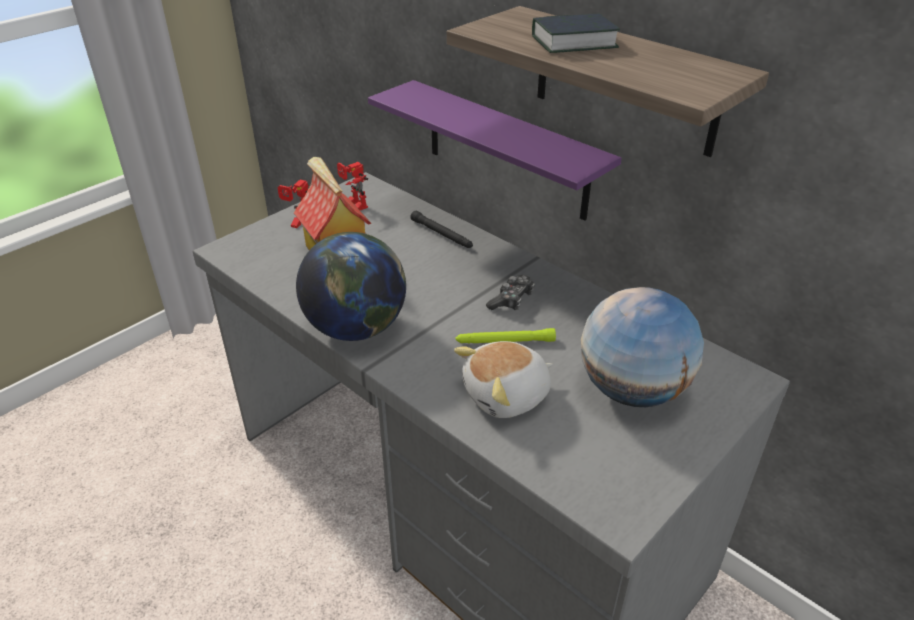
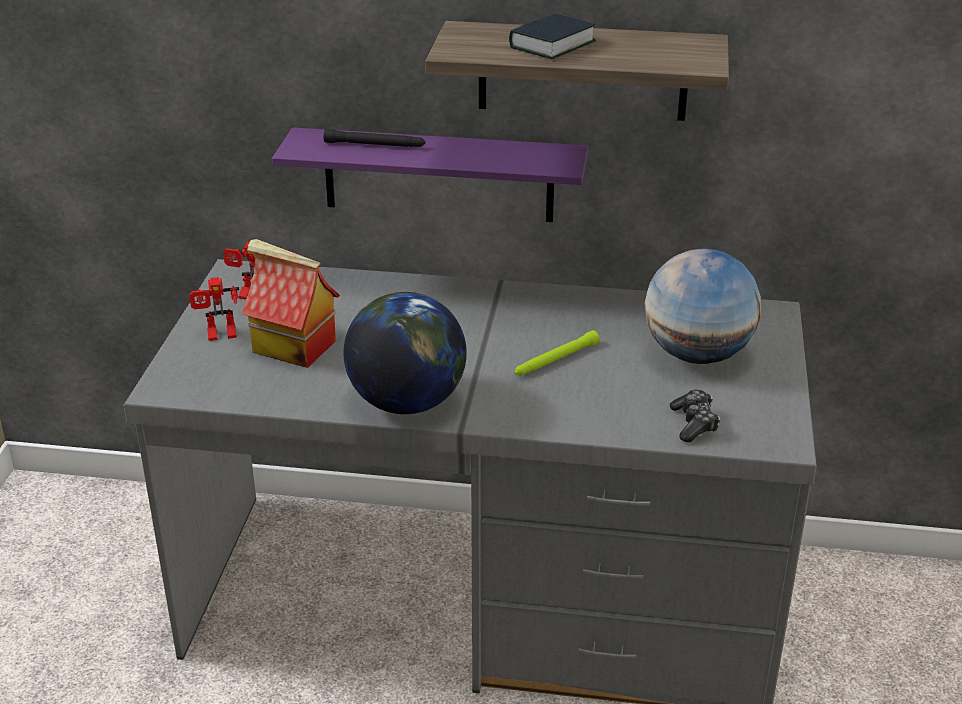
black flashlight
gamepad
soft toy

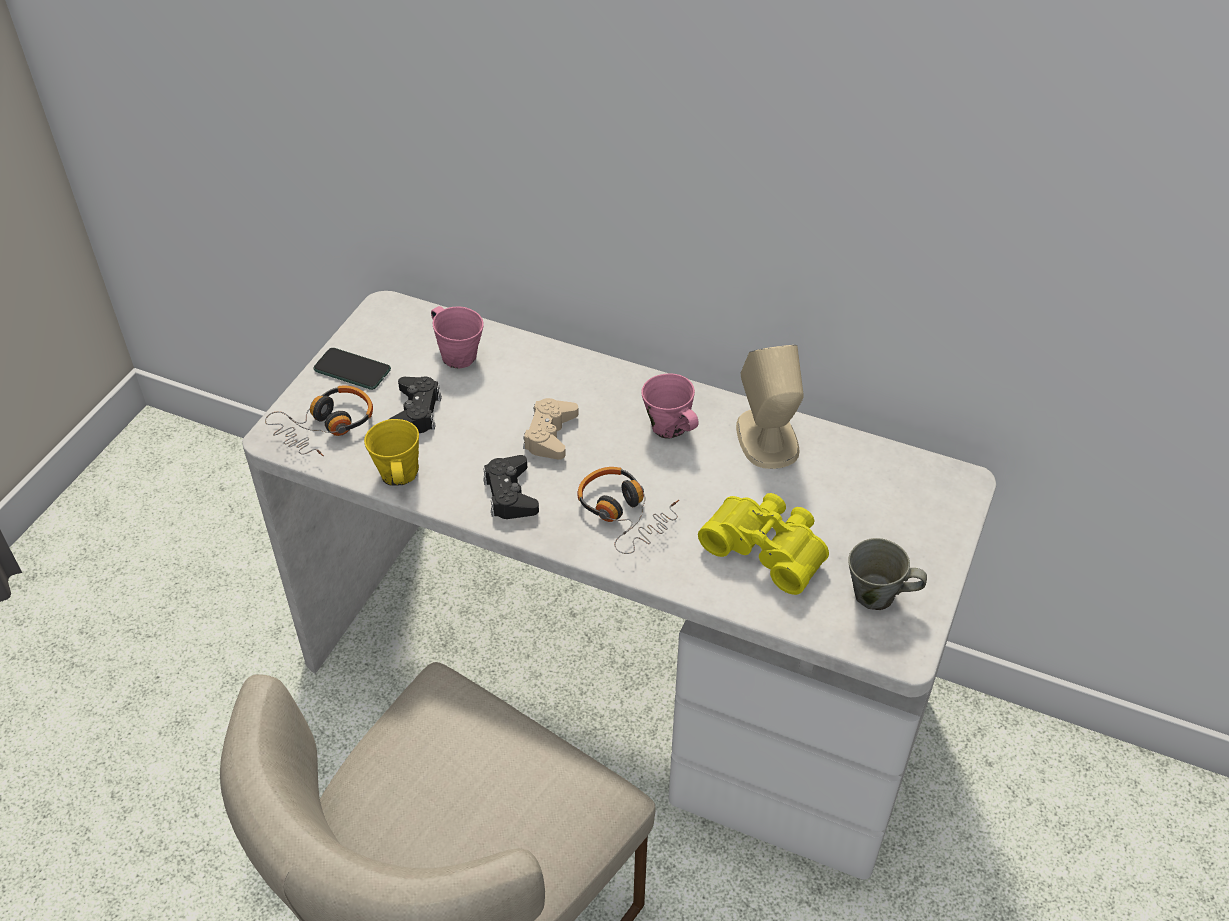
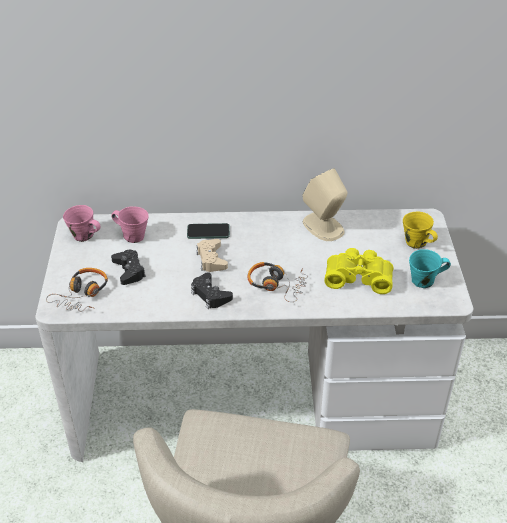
pinkish coffee mug (1st from left)
telephone
yellow-coloured coffee mug
turquoise-coloured coffee mug

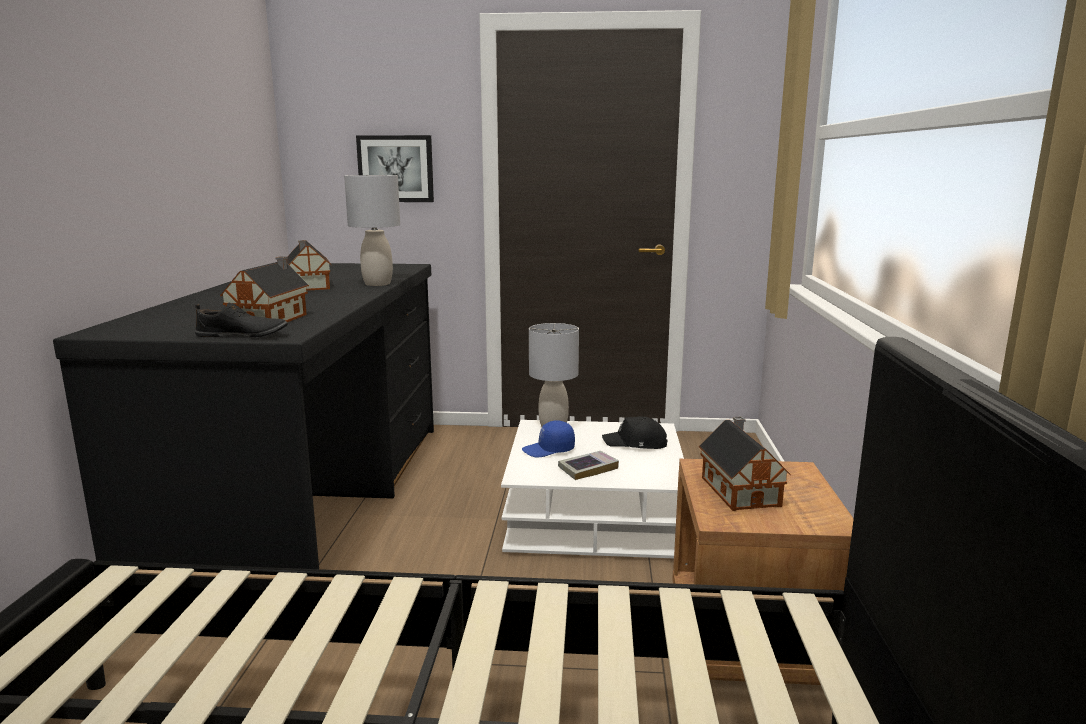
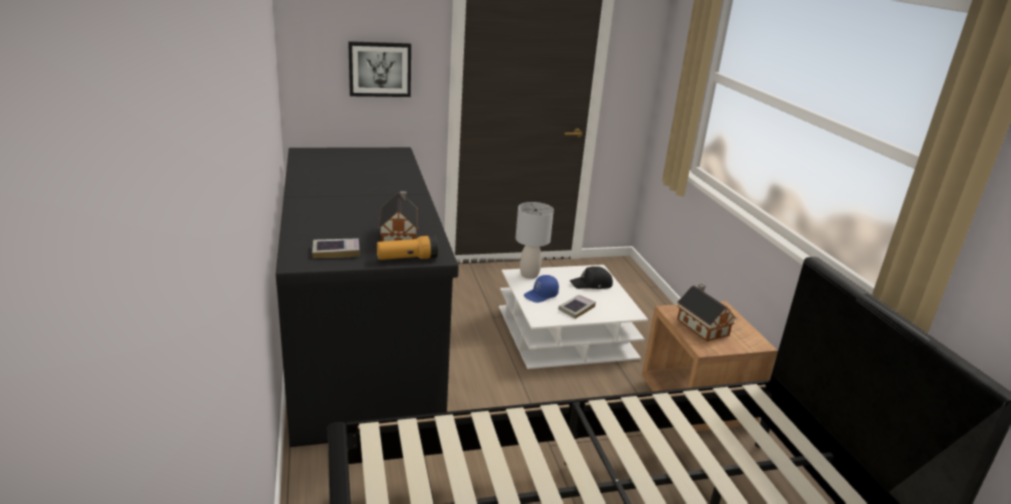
volume (1st from left)
flashlight
toy house (2nd from left in the first image)
greyish table lamp (1st from left in the first image)

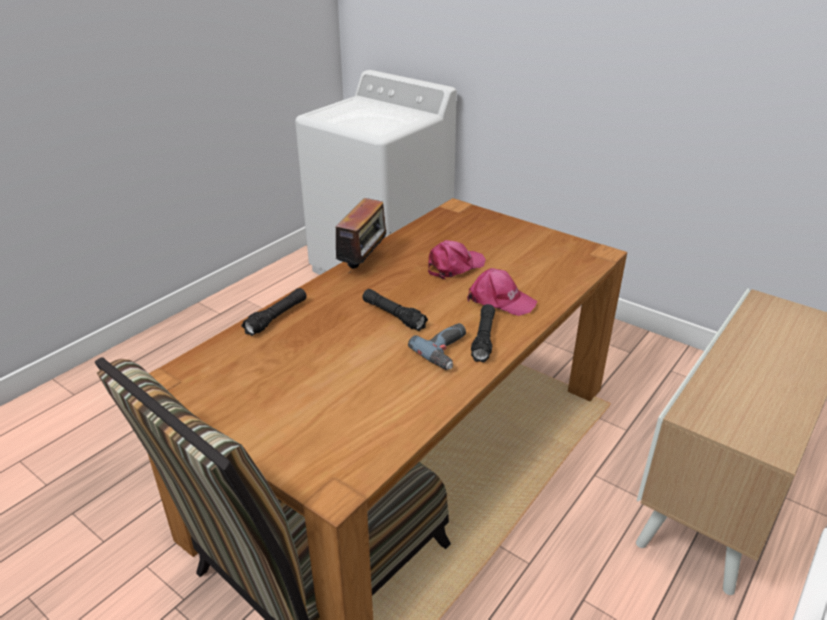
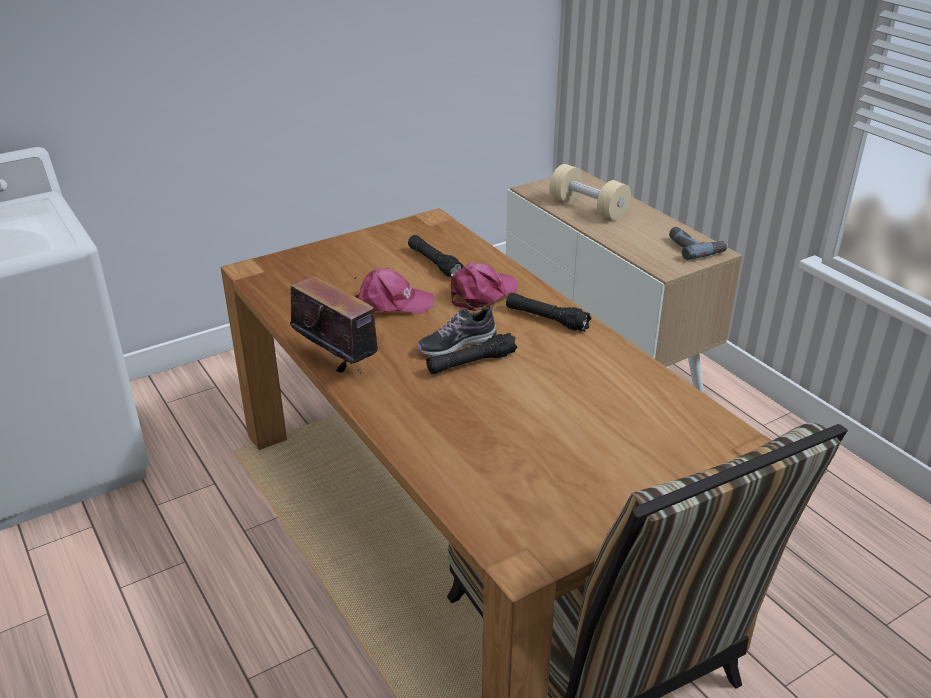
pinkish cap (1st from left)
black flashlight (1st from left)
low shoe
beige dumbbell
electric drill

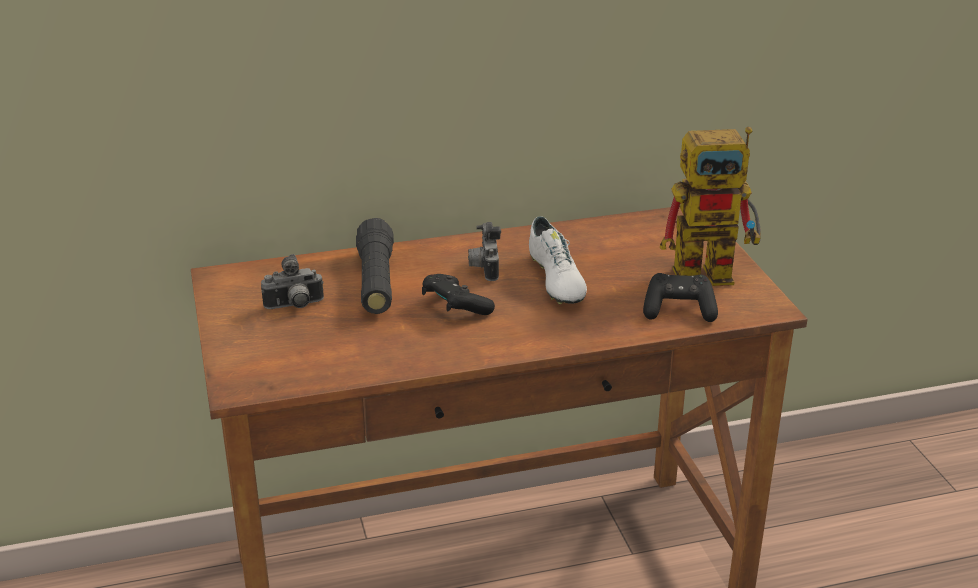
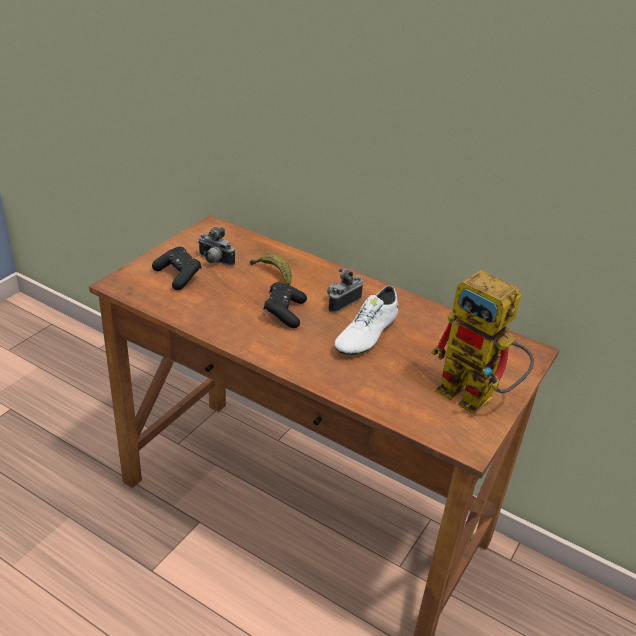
black gamepad (1st from left)
banana fruit

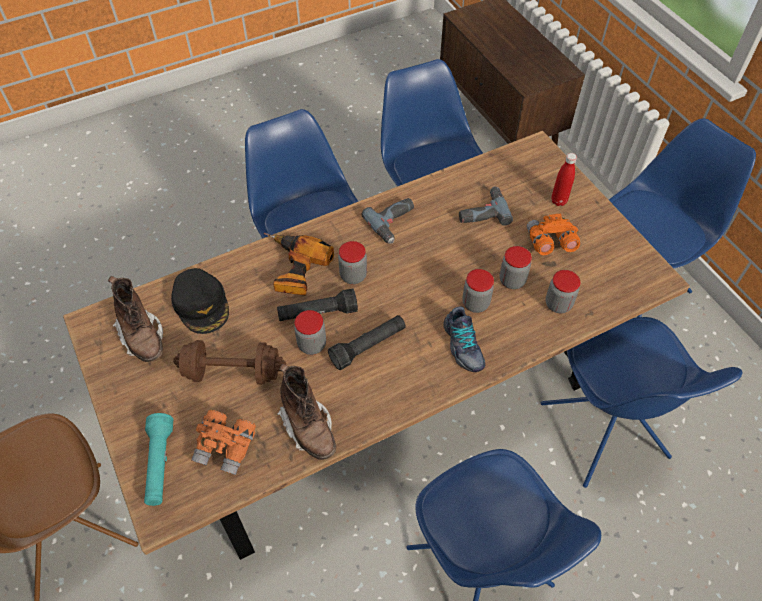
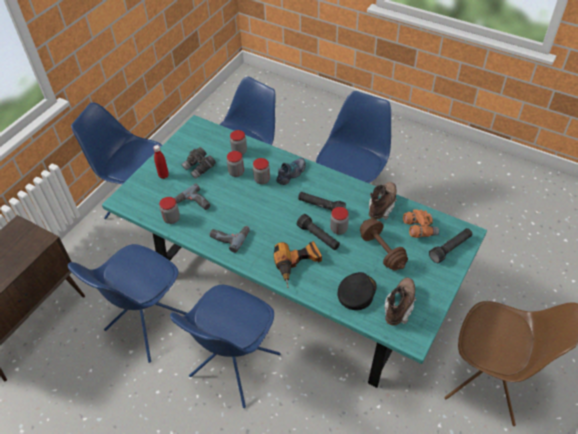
turquoise-coloured dining table
jar (1st from left)
greyish field glasses
black flashlight (3rd from left)

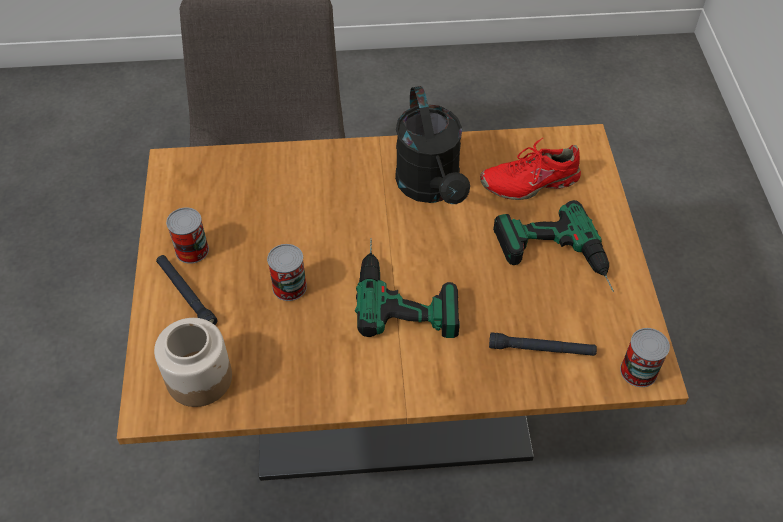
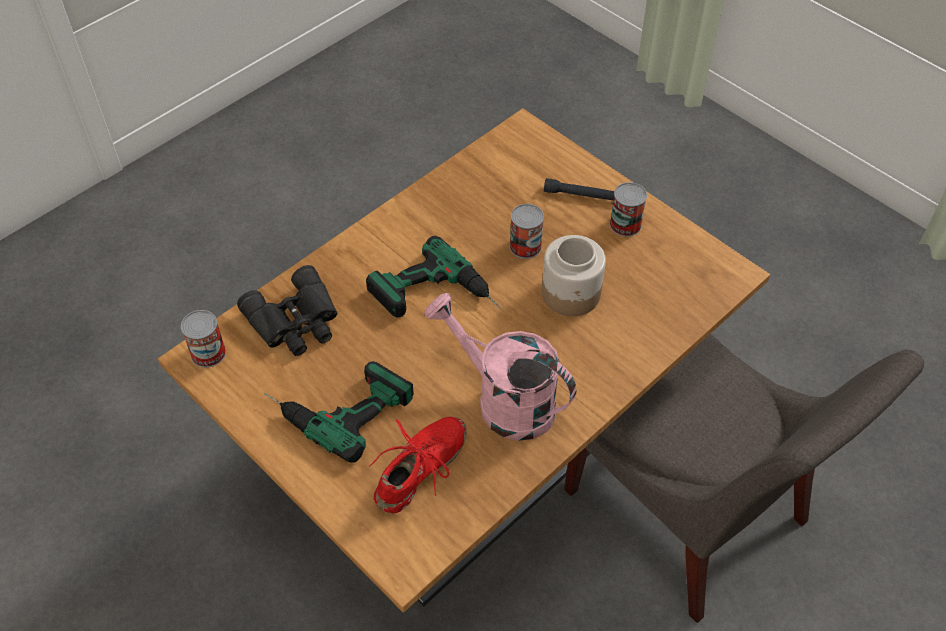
black field glasses
pinkish sprinkling can
jar

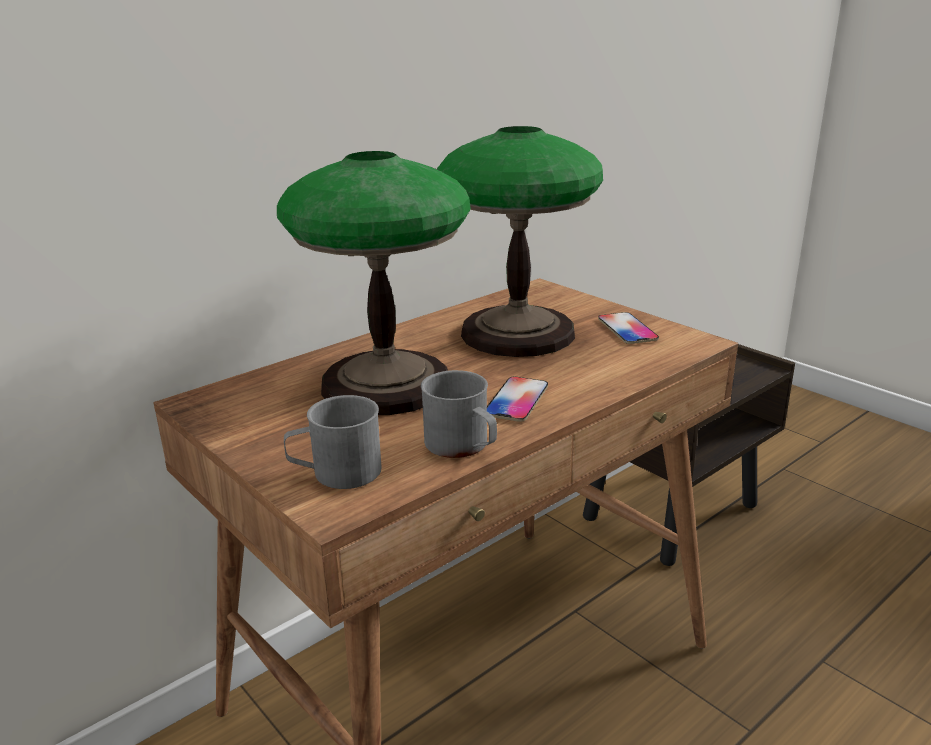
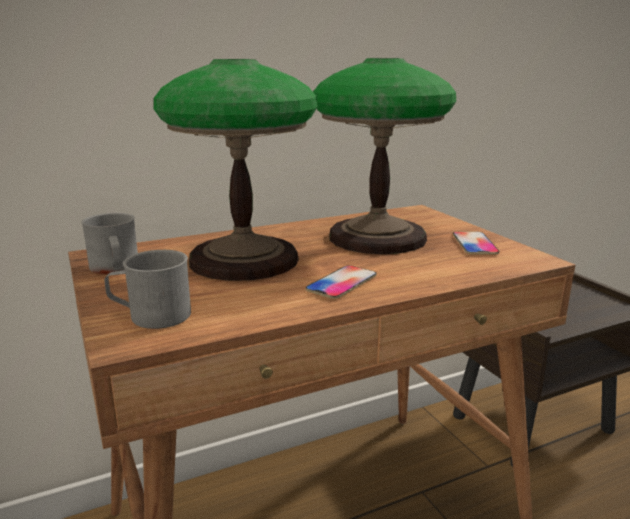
greyish coffee mug (1st from left)

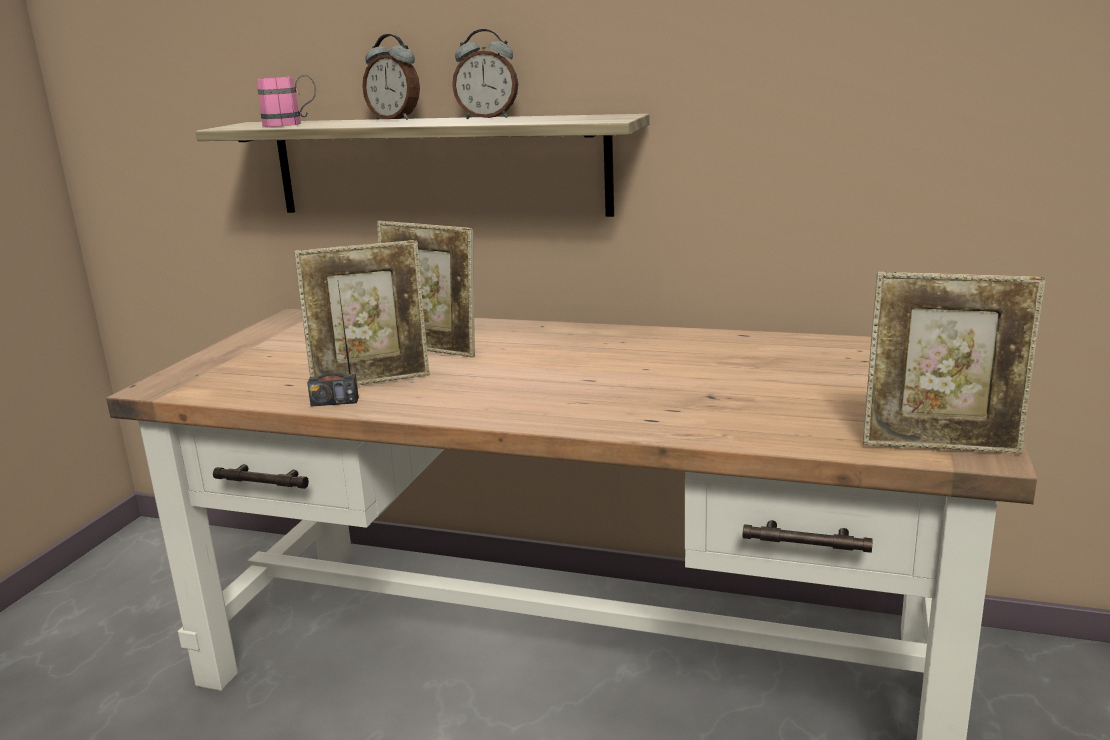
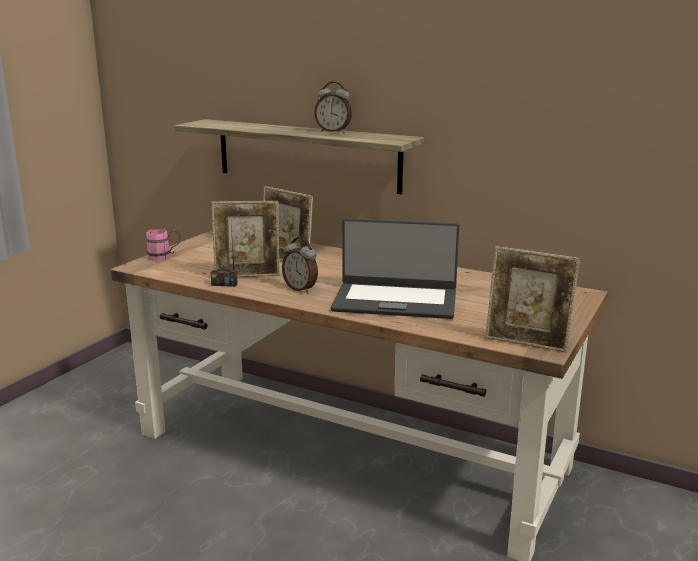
pinkish coffee mug
bedside clock (1st from left)
laptop

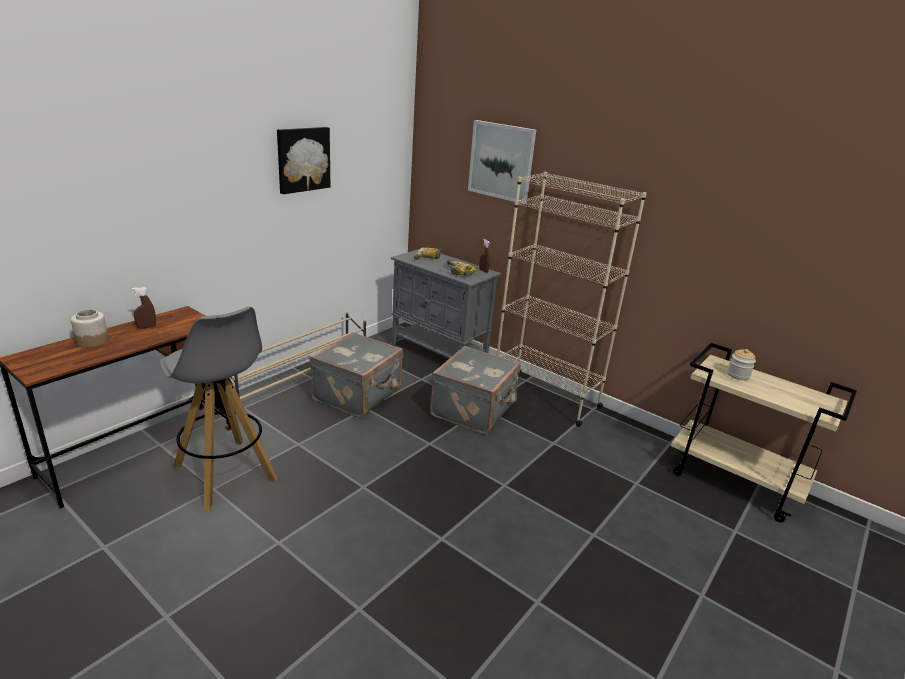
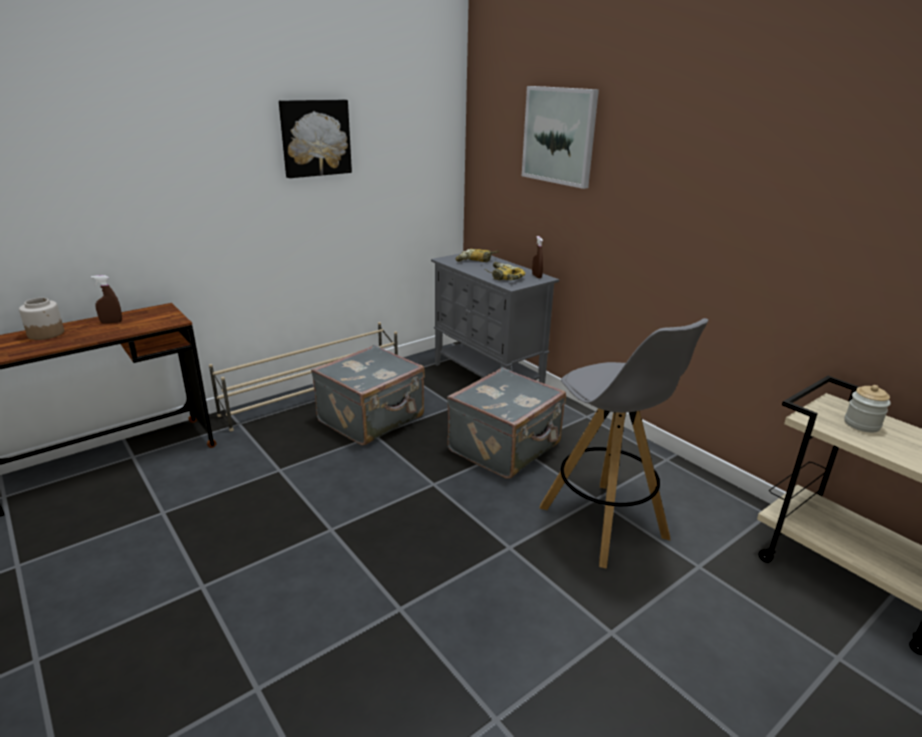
greyish stool
beige shelving unit

